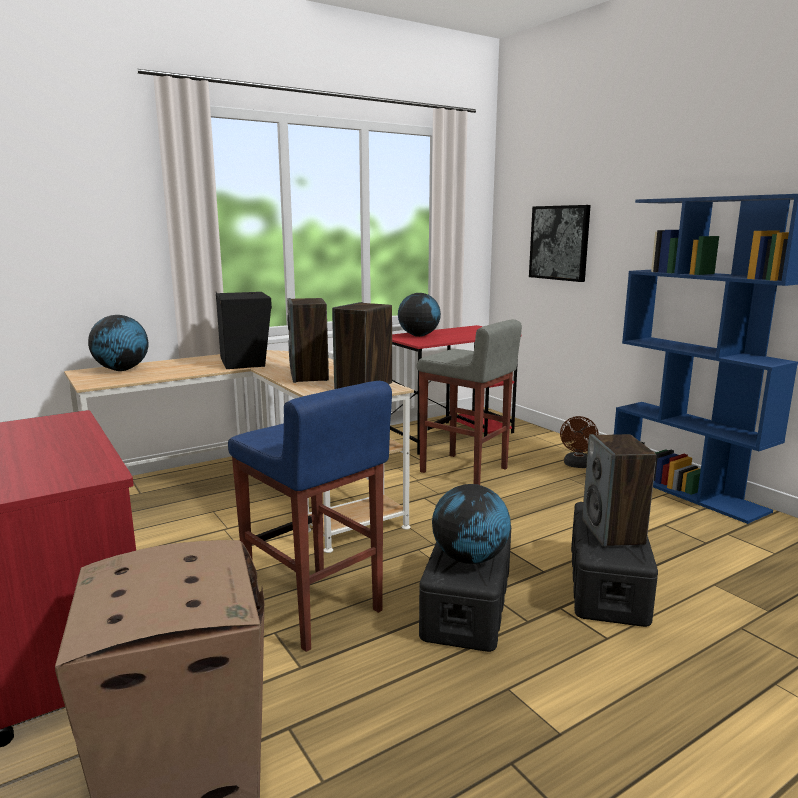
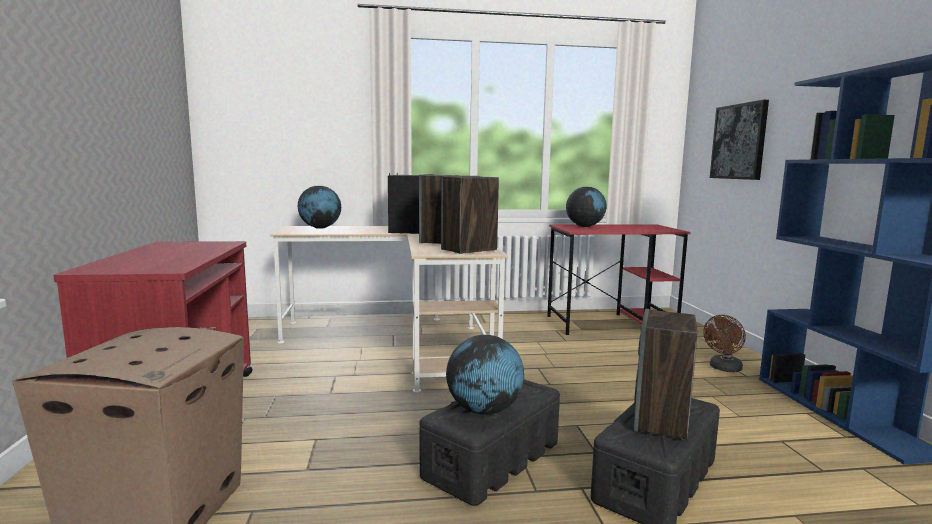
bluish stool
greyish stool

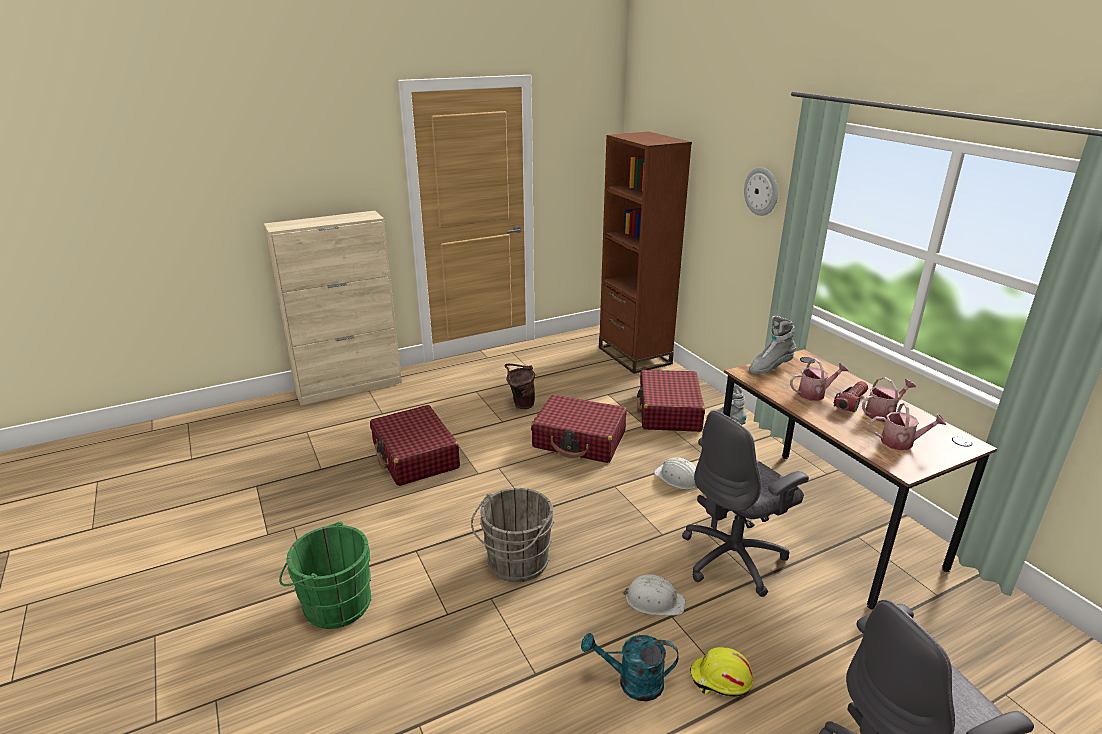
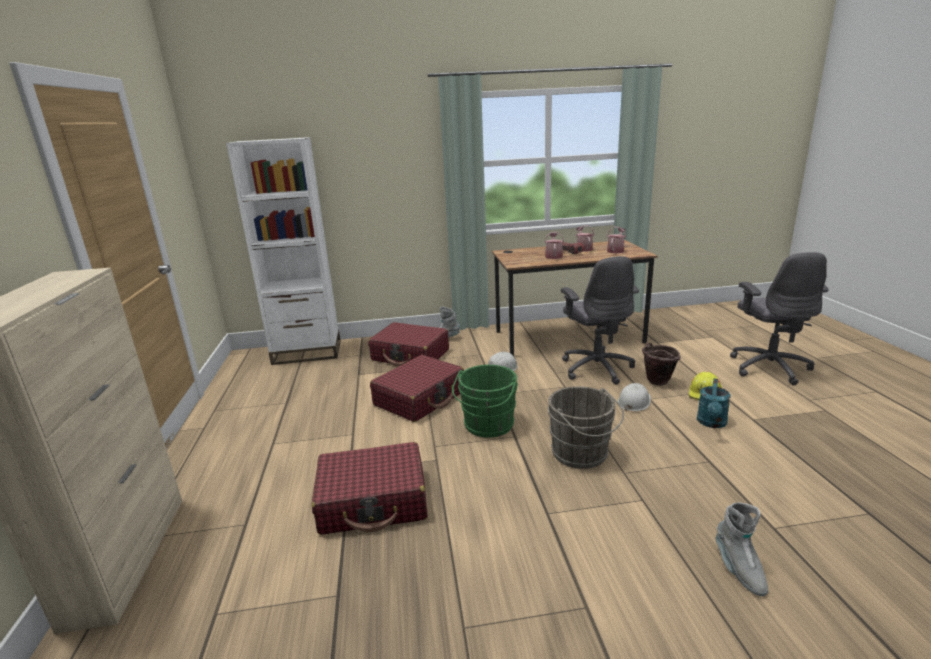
white-coloured shelving unit
greenish bucket
brown bucket
greyish tall boot (2nd from left)
wall clock

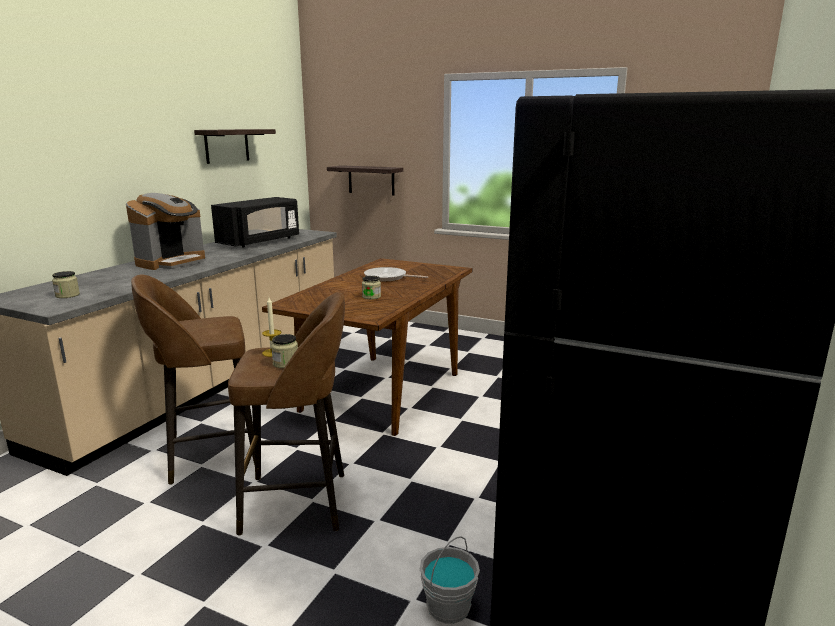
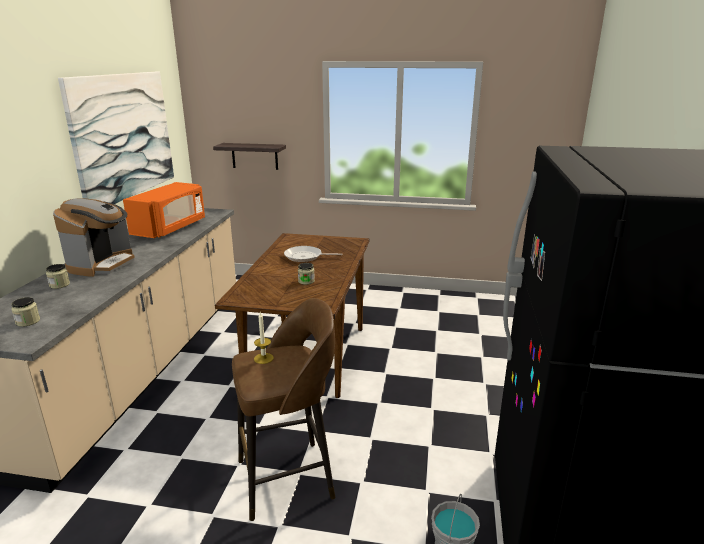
jar (2nd from left)
wall picture
orange kitchen microwave
brown stool (1st from left in the first image)

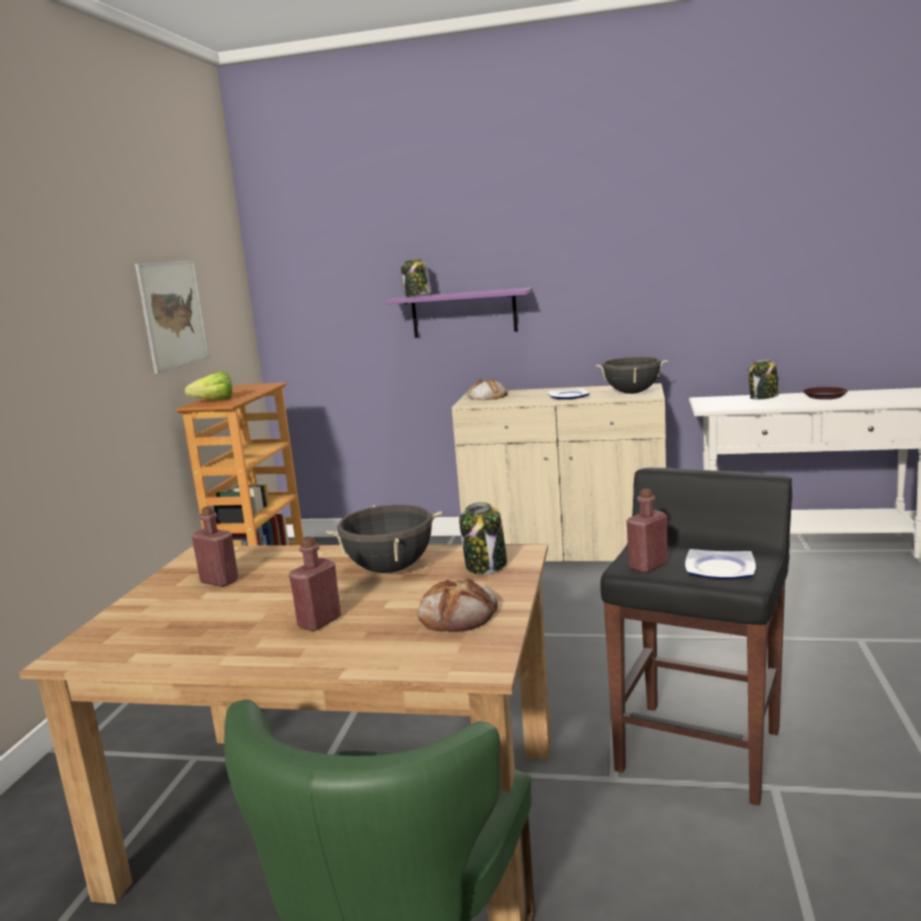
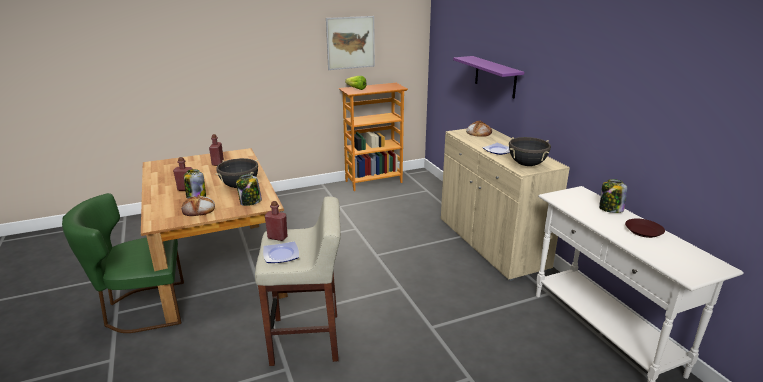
jar (1st from left)
beige stool

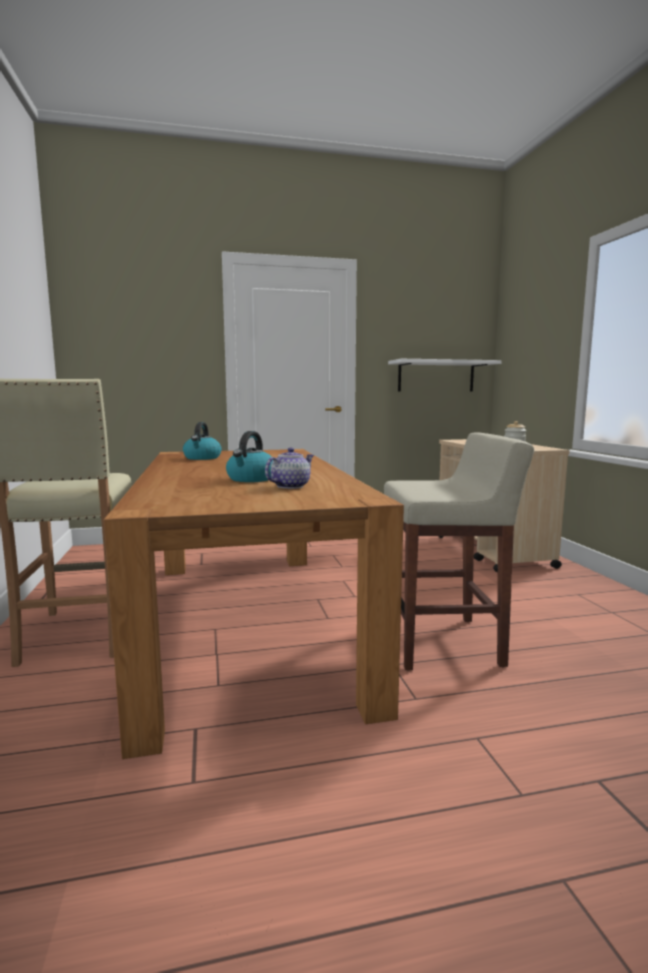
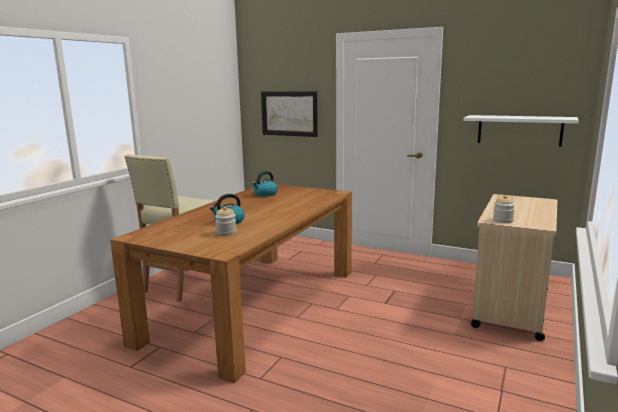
jar (1st from left)
wall picture
beige stool (2nd from left in the first image)

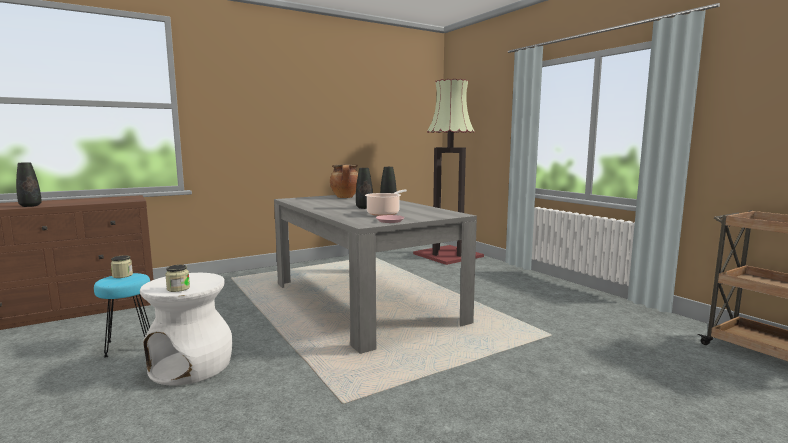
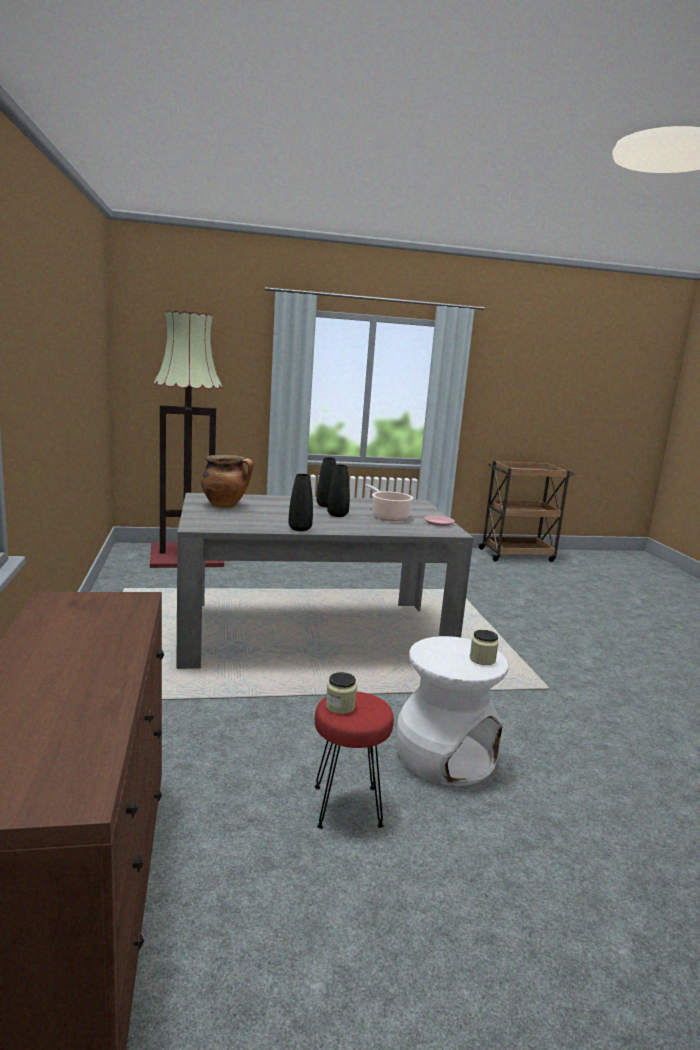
black decorative vase (1st from left)
red-coloured stool

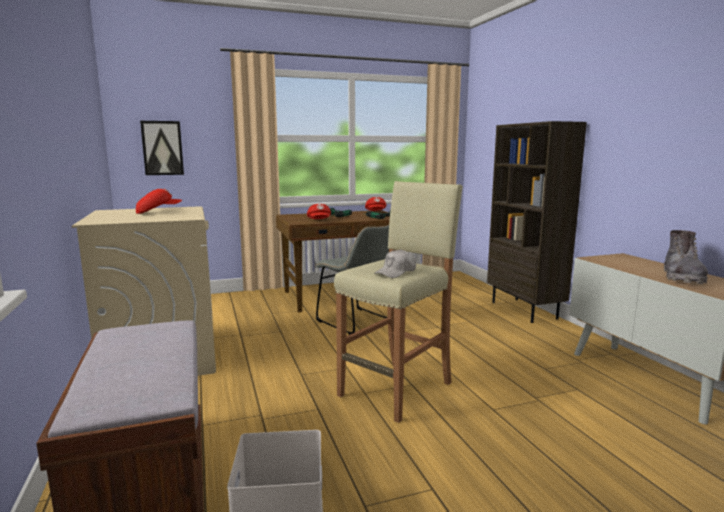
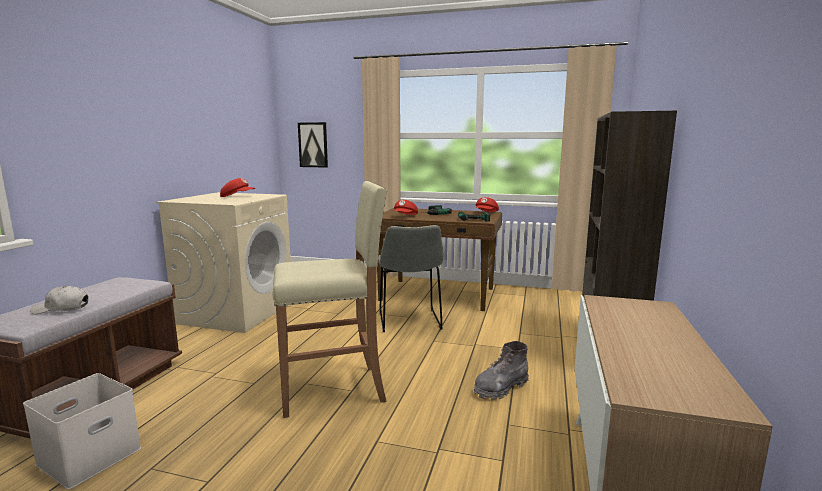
white-coloured cap
greyish tall boot

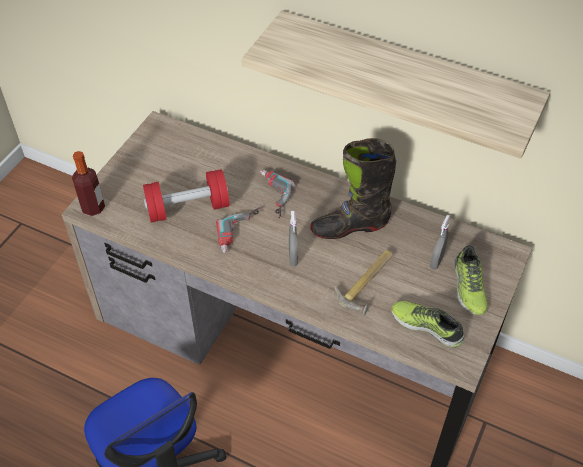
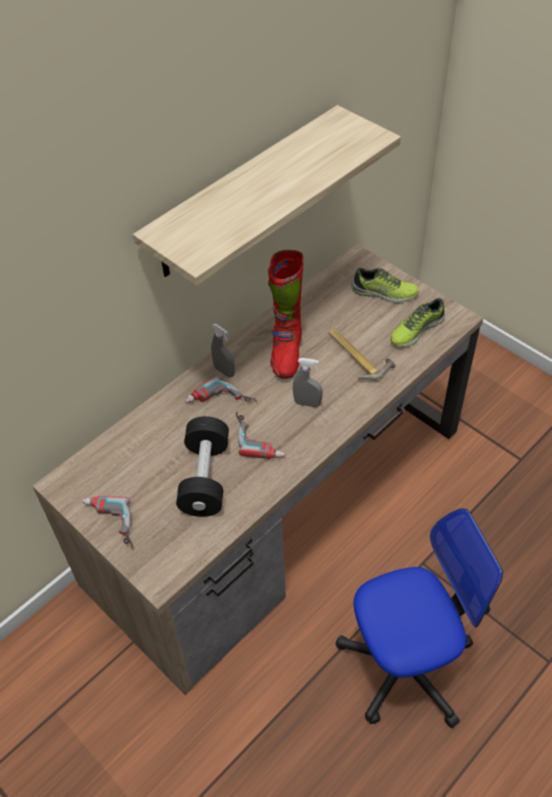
electric drill (1st from left)
black dumbbell
greyish hand sprayer (1st from left)
red-coloured tall boot
drink bottle

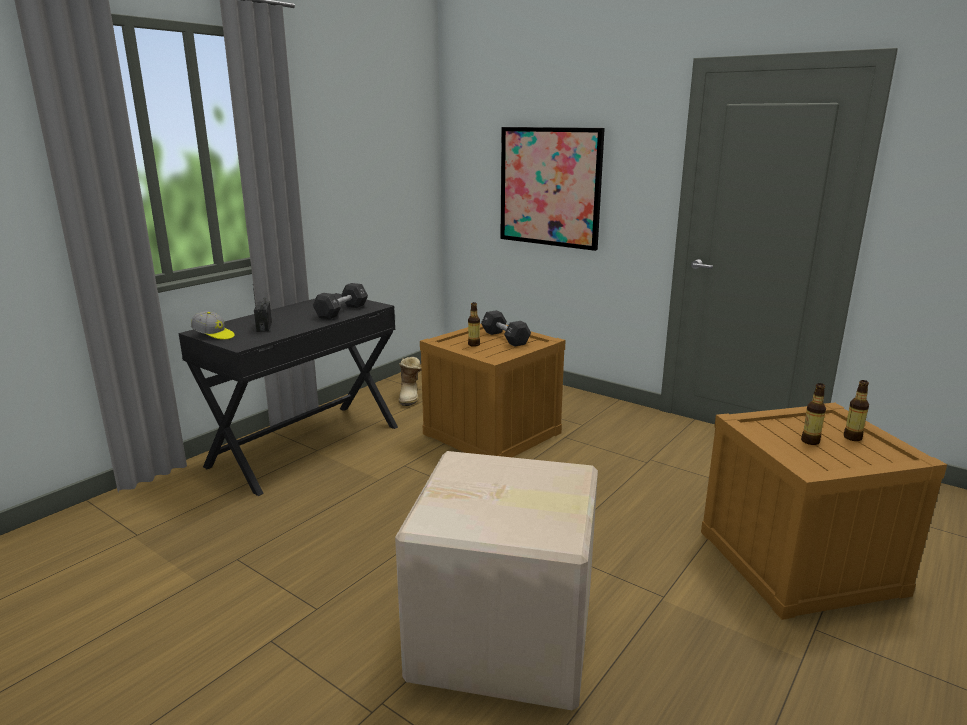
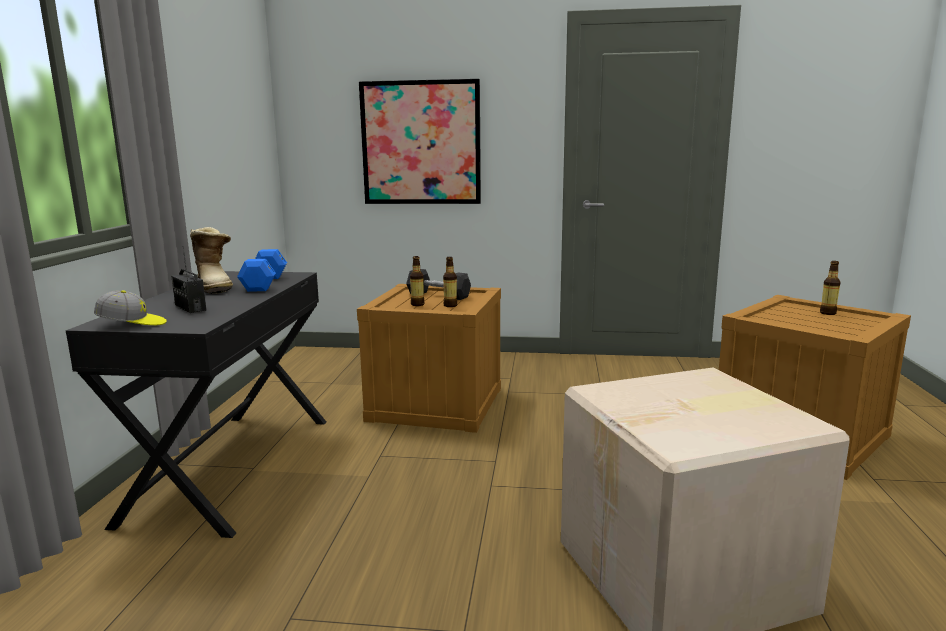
tall boot
bluish dumbbell
drink bottle (2nd from left)

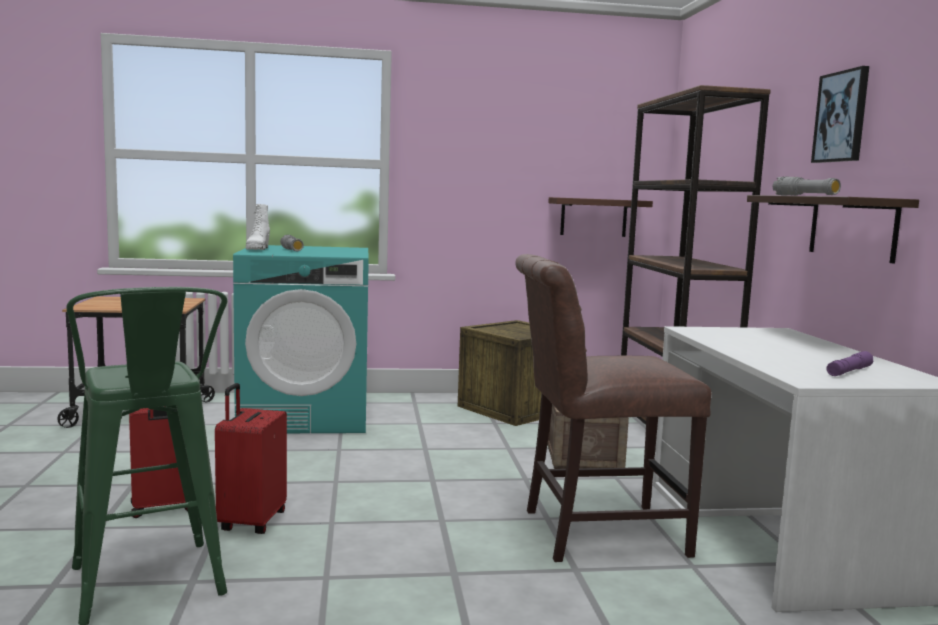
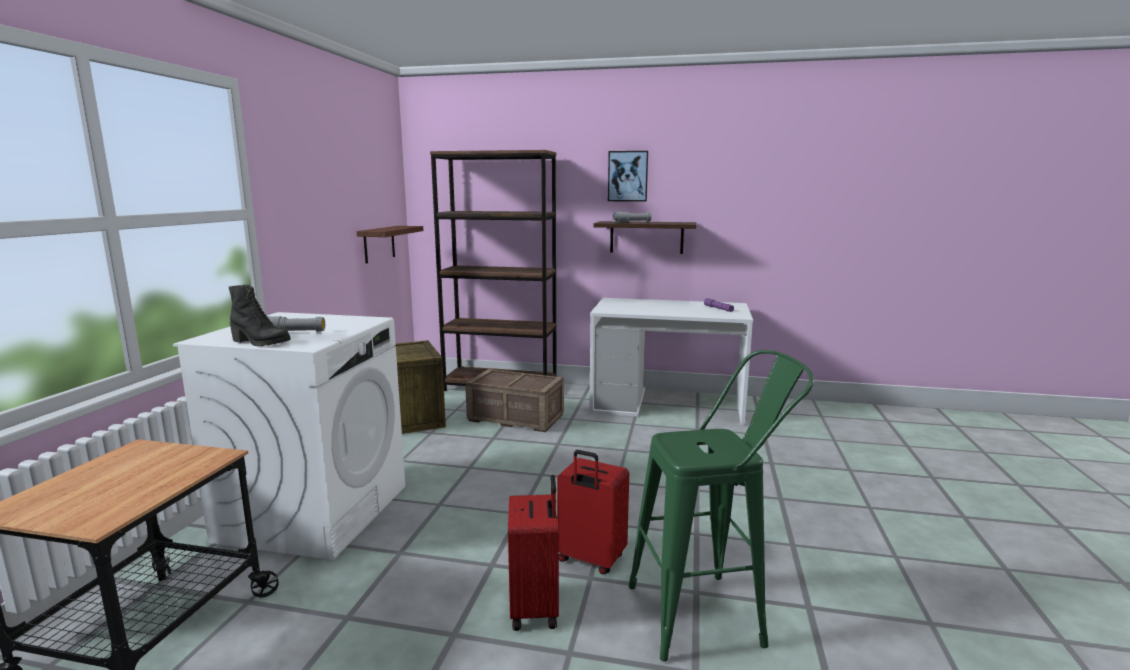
white-coloured laundry machine
black tall boot
brown plain chair

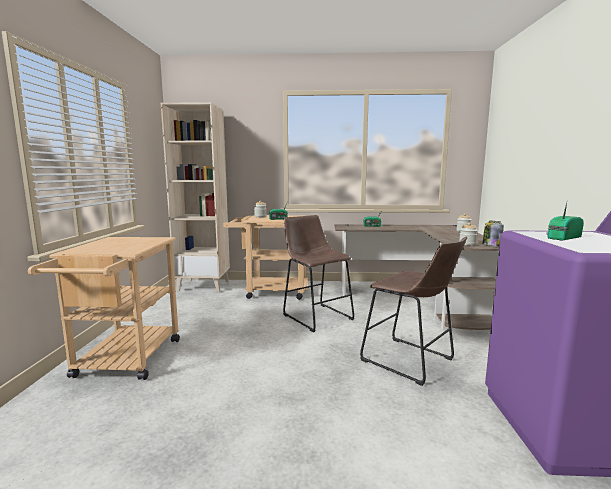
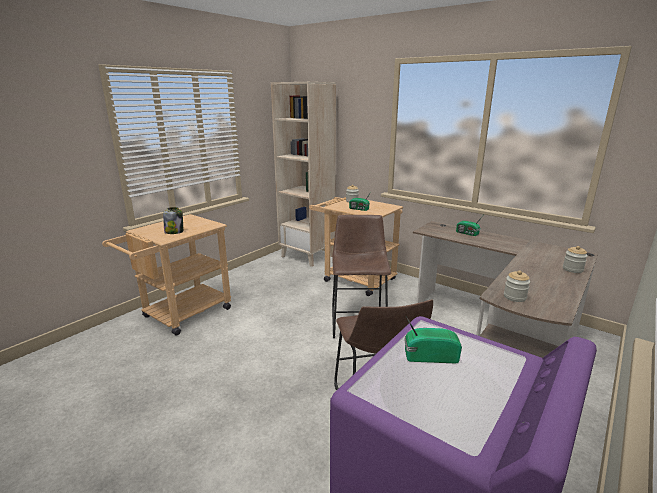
jar (1st from left)

